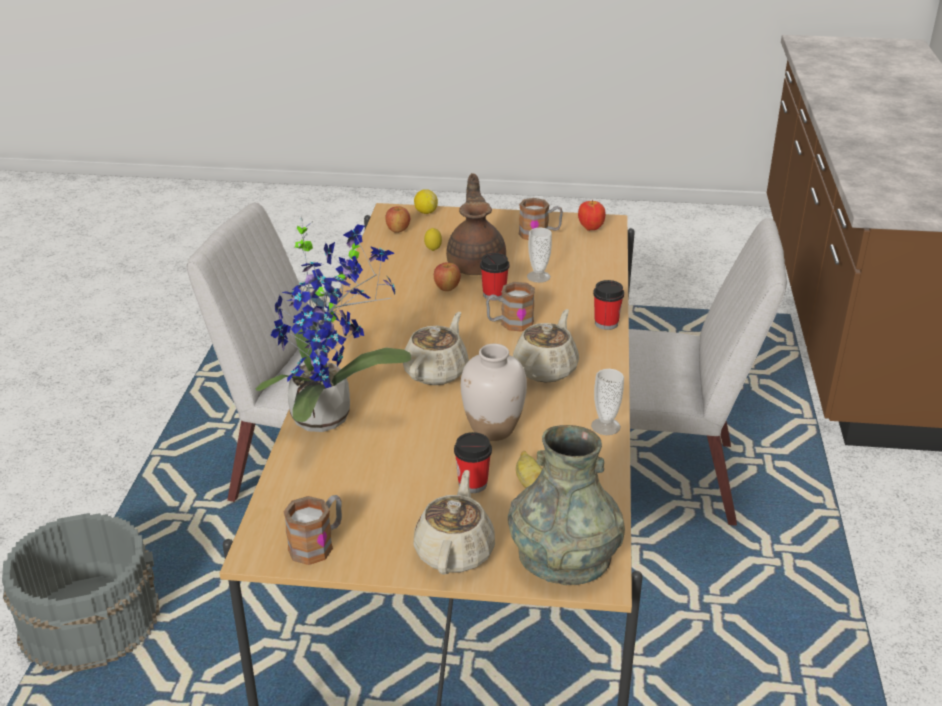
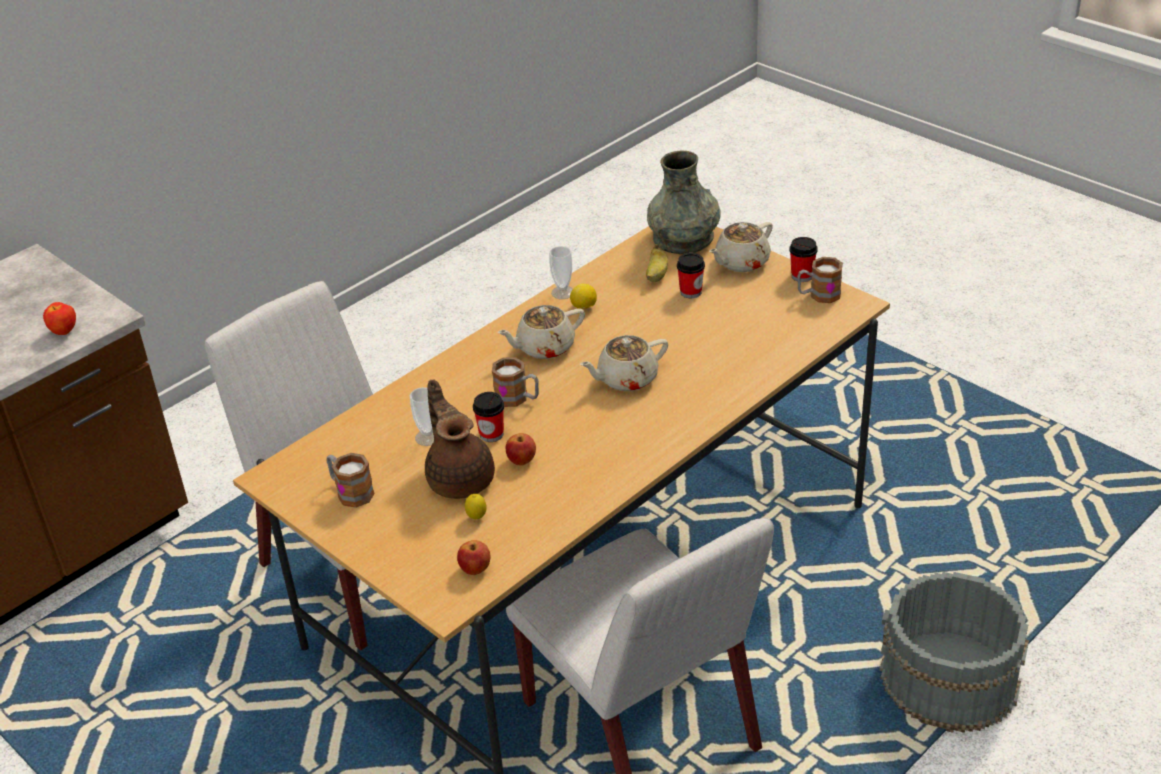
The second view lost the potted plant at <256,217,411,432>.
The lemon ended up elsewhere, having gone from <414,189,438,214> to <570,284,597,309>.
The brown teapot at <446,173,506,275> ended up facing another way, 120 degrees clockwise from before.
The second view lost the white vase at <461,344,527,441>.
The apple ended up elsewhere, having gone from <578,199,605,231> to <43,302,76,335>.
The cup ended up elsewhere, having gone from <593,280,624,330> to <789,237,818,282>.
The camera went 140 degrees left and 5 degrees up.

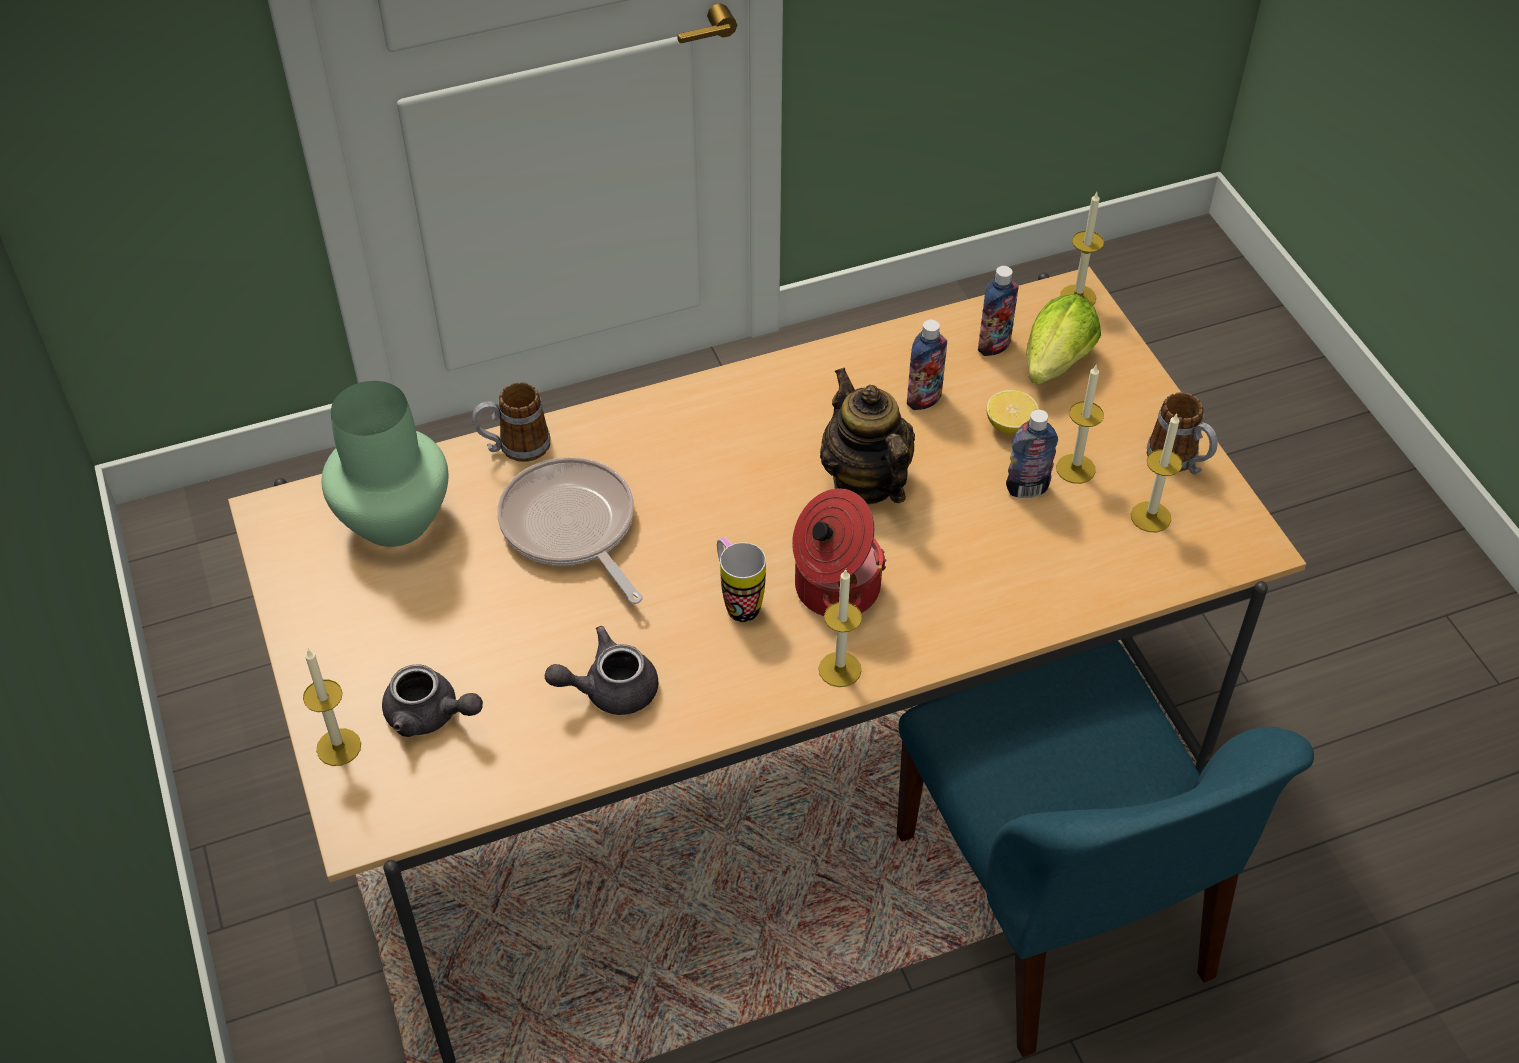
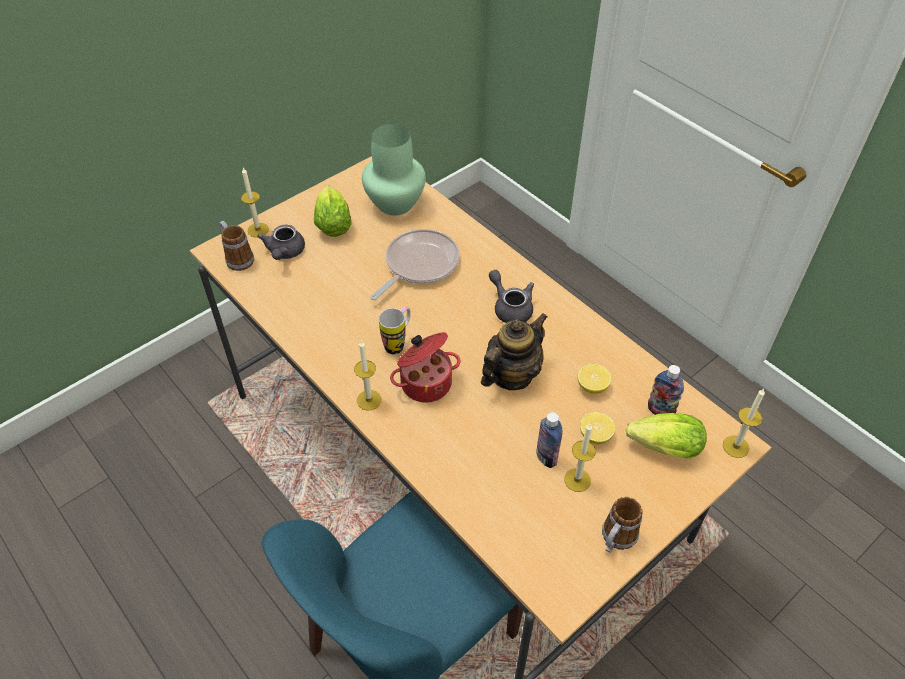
The mug ended up elsewhere, having gone from <472,382,551,462> to <219,221,254,271>.
The grey teapot ended up elsewhere, having gone from <545,626,658,715> to <489,270,534,323>.
Where the bottle stood at <907,320,947,410>, the lemon came to stand at <577,364,611,394>.
The second view lost the candle at <1131,413,1182,532>.
The second view gained the lettuce at <314,186,352,237>.
The camera went 70 degrees right and 0 degrees up.

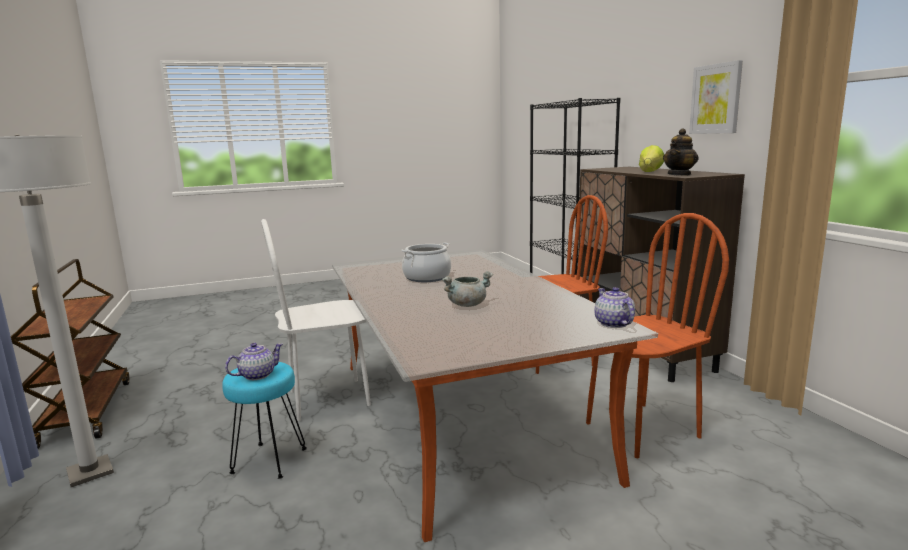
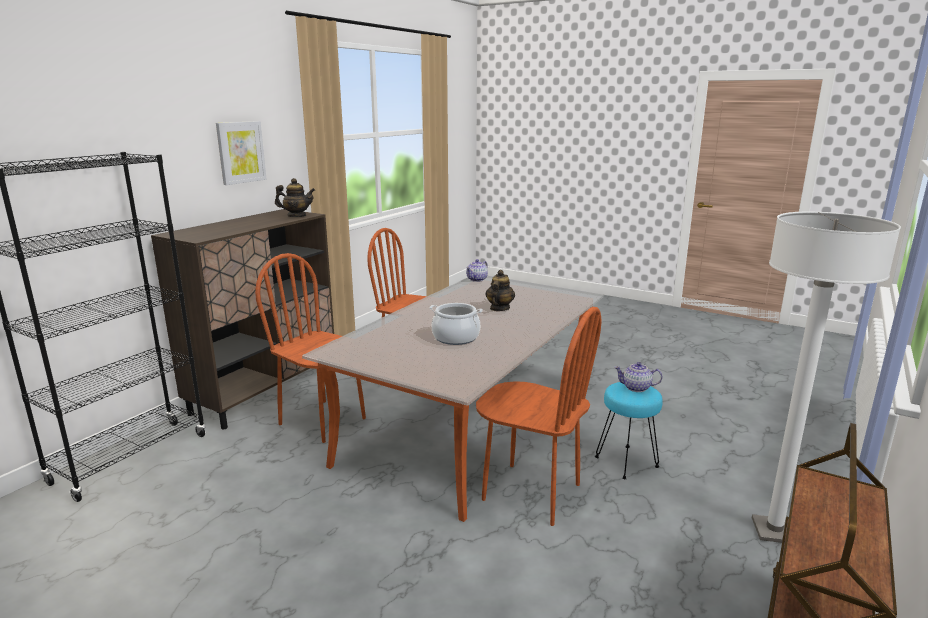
What was the white chair at <261,219,371,421> turned into the brown chair at <476,307,601,526>.
Where the grey cooking pot stood at <442,271,493,307>, the teapot came to stand at <486,270,515,311>.
The second view lost the lettuce at <639,145,664,172>.
The camera went 130 degrees left and 5 degrees up.

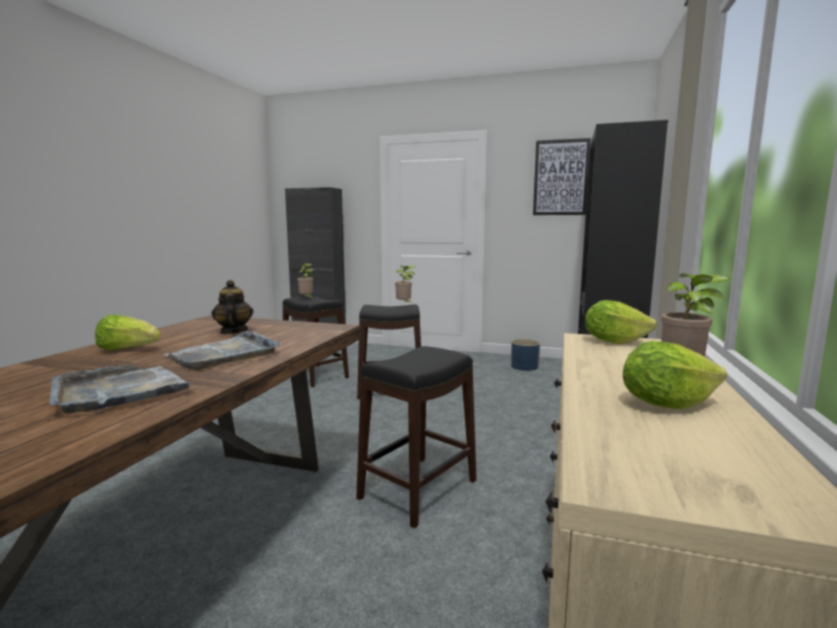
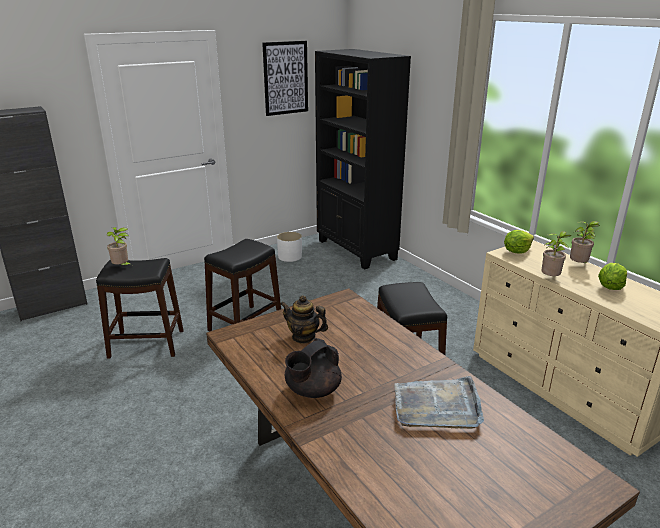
Where the lettuce stood at <95,315,161,350>, the black teapot came to stand at <285,338,342,398>.
The second view lost the grey tray at <164,331,280,370>.
The potted plant ended up elsewhere, having gone from <395,266,415,303> to <542,231,572,276>.
What was the blue planter at <511,339,540,371> turned into the white planter at <277,232,302,262>.
The camera went 50 degrees left and 15 degrees up.

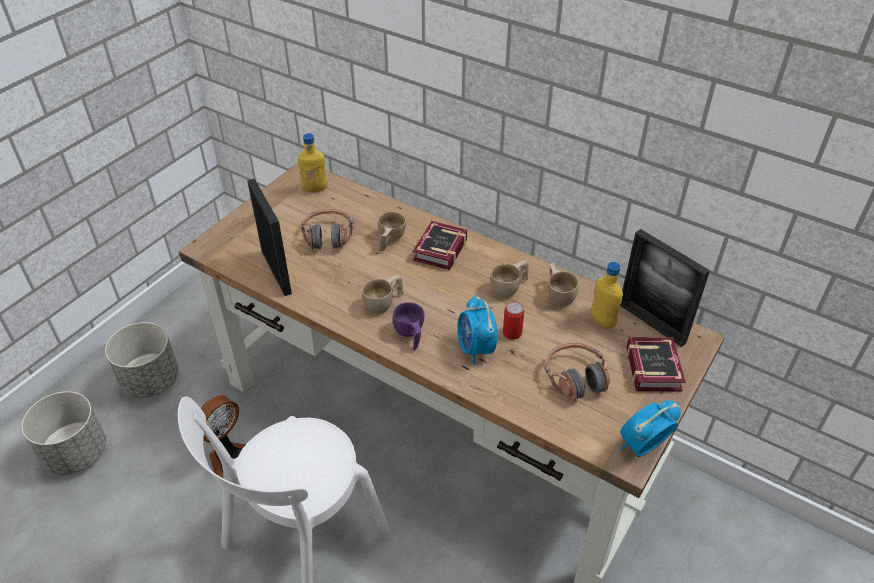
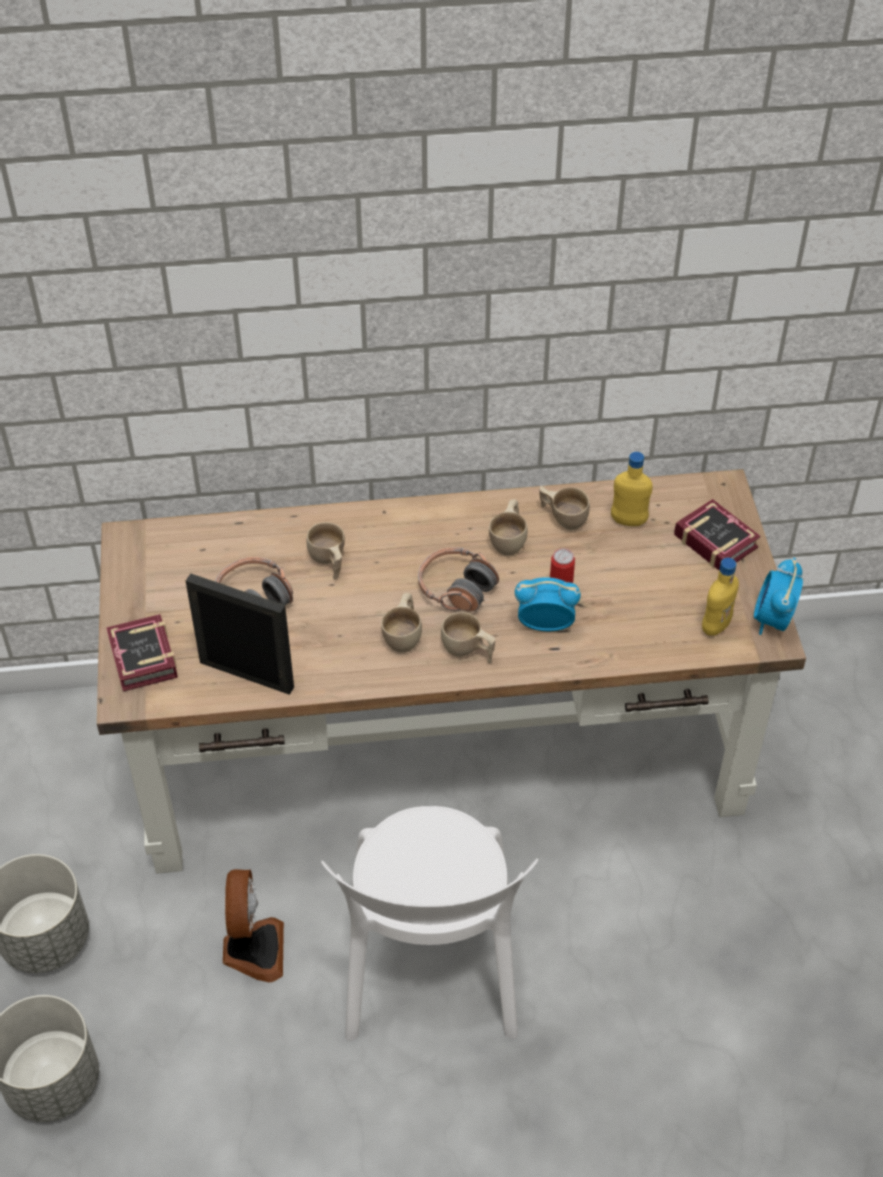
The yellow bottle ended up elsewhere, having gone from <298,133,328,192> to <702,558,739,636>.
What was the purple cup at <393,302,424,350> turned into the beige cup at <441,612,495,663>.
The book ended up elsewhere, having gone from <413,221,467,270> to <107,614,178,692>.
The alarm clock at <457,295,497,364> ended up facing another way, 150 degrees clockwise from before.
The headphones ended up elsewhere, having gone from <545,342,610,401> to <418,547,499,612>.
The second view lost the picture frame at <620,229,710,347>.
The camera went 40 degrees left and 5 degrees up.

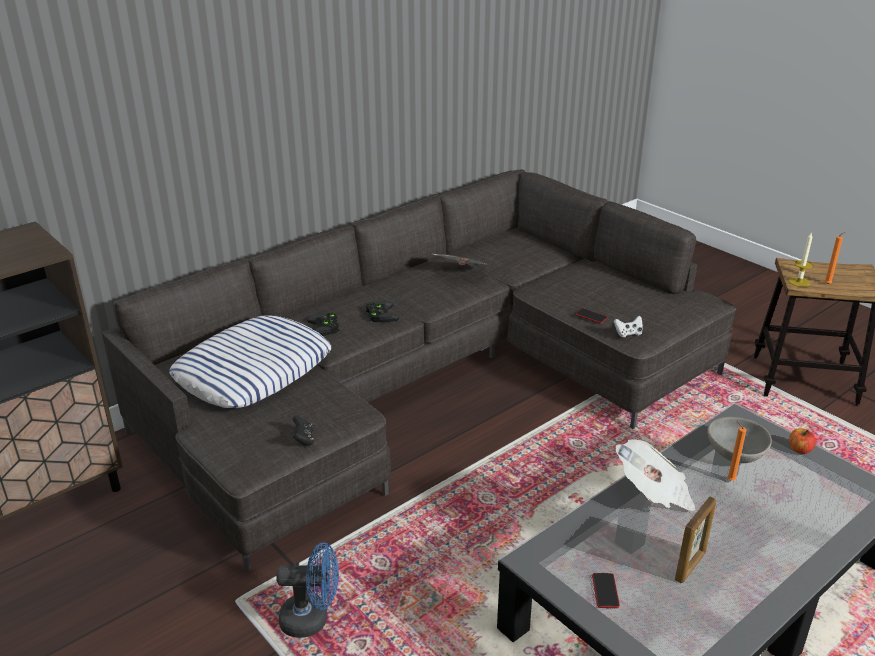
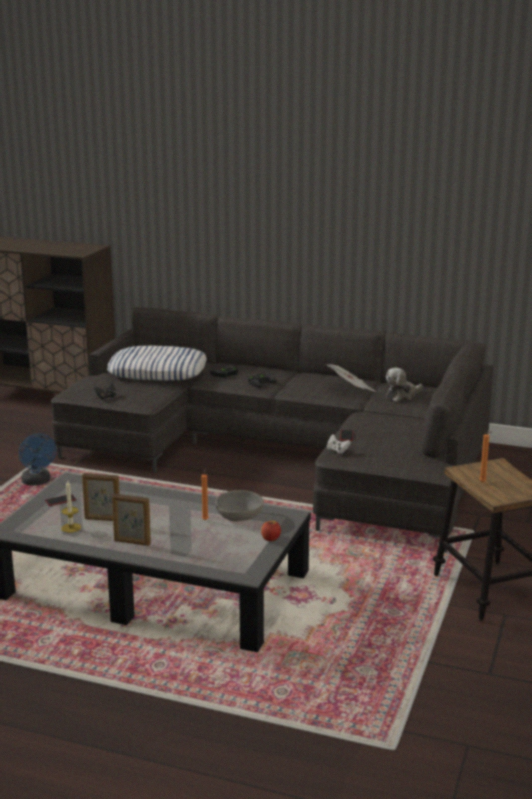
The second view lost the newspaper at <615,439,696,511>.
The candle ended up elsewhere, having gone from <789,233,813,287> to <61,479,81,533>.
The second view gained the picture frame at <112,493,151,546>.
The second view gained the plush toy at <386,368,423,402>.
The camera went 60 degrees right and 10 degrees down.

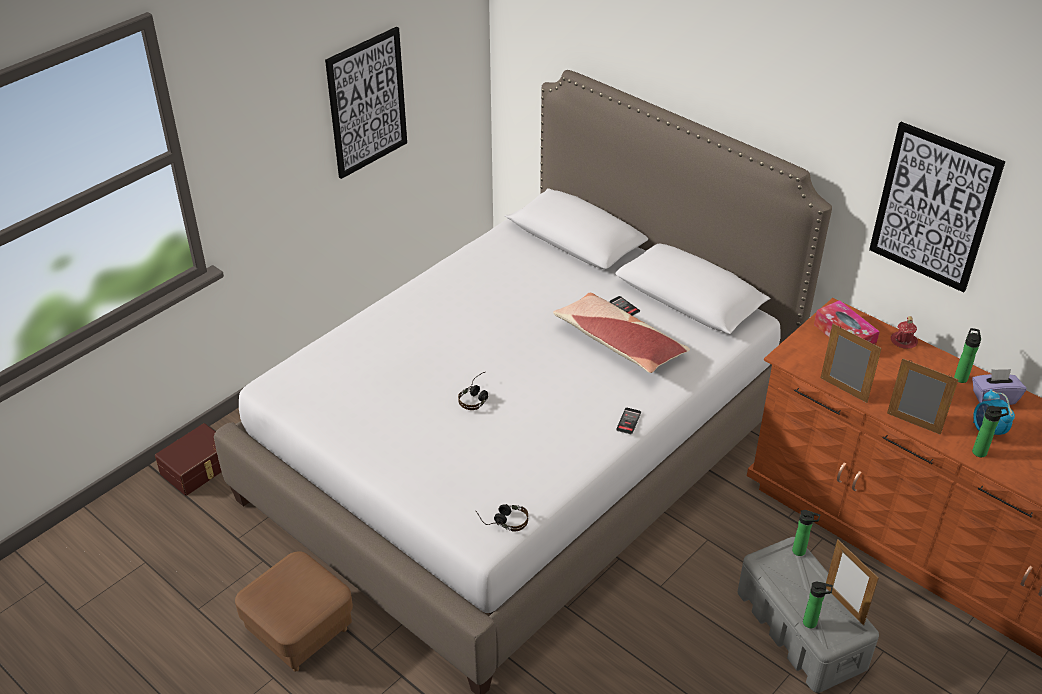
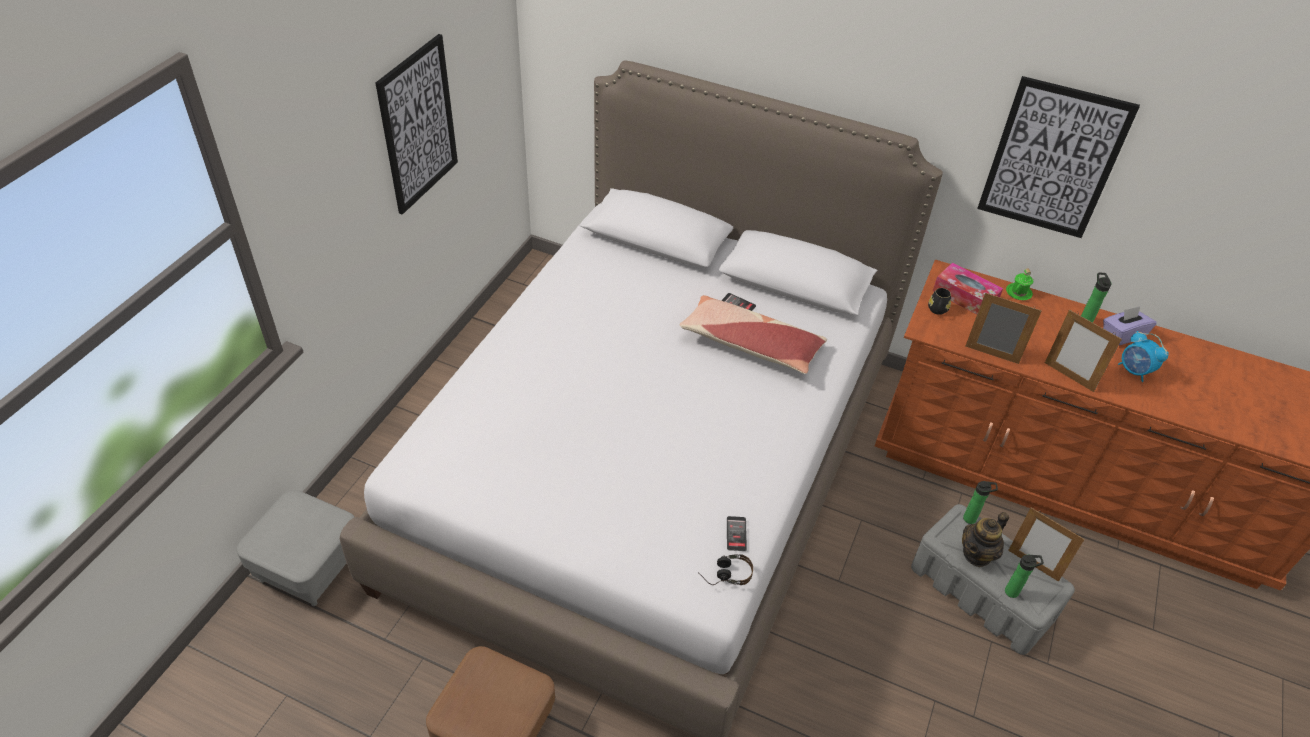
Where the brown storage box stood at <155,423,222,496>, the grey ottoman came to stand at <237,490,354,606>.
The second view lost the headphones at <458,372,488,410>.
The phone ended up elsewhere, having gone from <616,408,641,434> to <727,516,747,551>.
The picture frame at <887,358,959,435> ended up facing another way, 150 degrees counterclockwise from before.
What was the red mug at <890,316,918,349> turned into the green mug at <1006,268,1033,300>.
The second view lost the bottle at <972,406,1009,457>.
The second view gained the black mug at <928,288,951,315>.
The second view gained the teapot at <962,512,1009,567>.
The camera went 20 degrees left and 5 degrees up.

